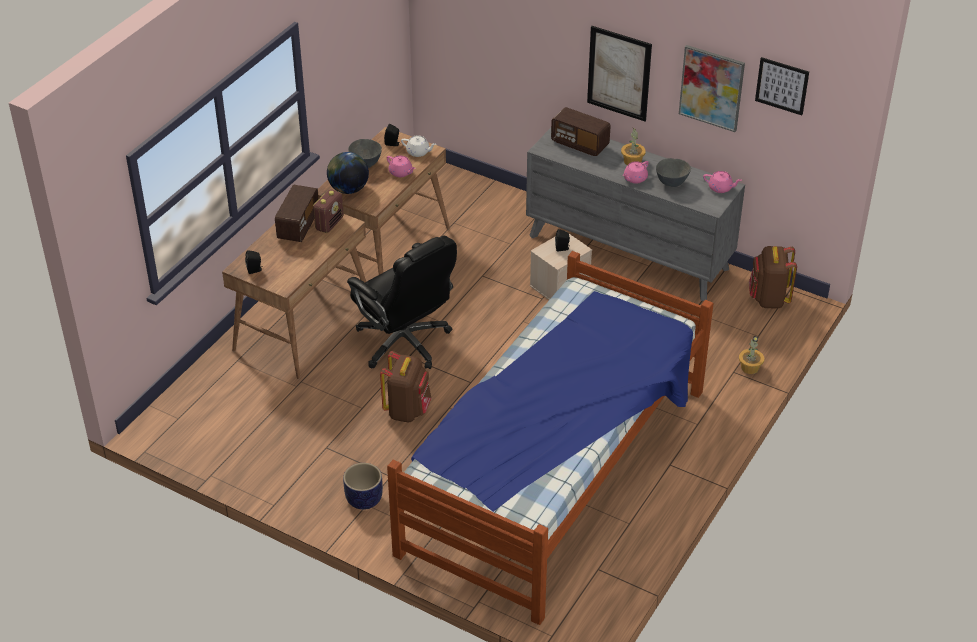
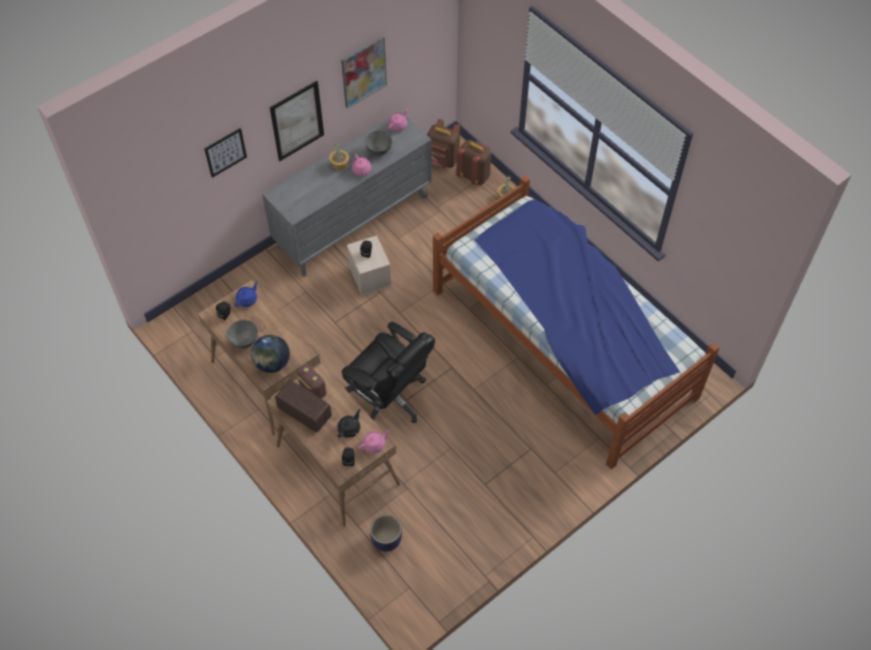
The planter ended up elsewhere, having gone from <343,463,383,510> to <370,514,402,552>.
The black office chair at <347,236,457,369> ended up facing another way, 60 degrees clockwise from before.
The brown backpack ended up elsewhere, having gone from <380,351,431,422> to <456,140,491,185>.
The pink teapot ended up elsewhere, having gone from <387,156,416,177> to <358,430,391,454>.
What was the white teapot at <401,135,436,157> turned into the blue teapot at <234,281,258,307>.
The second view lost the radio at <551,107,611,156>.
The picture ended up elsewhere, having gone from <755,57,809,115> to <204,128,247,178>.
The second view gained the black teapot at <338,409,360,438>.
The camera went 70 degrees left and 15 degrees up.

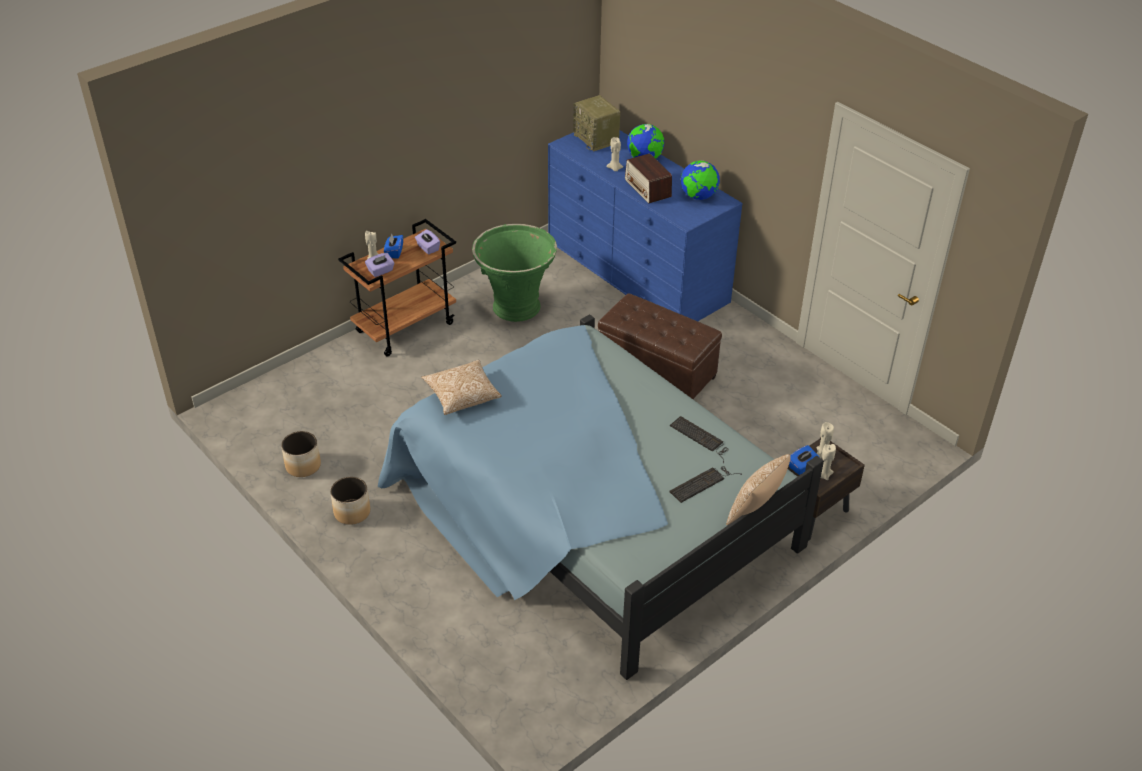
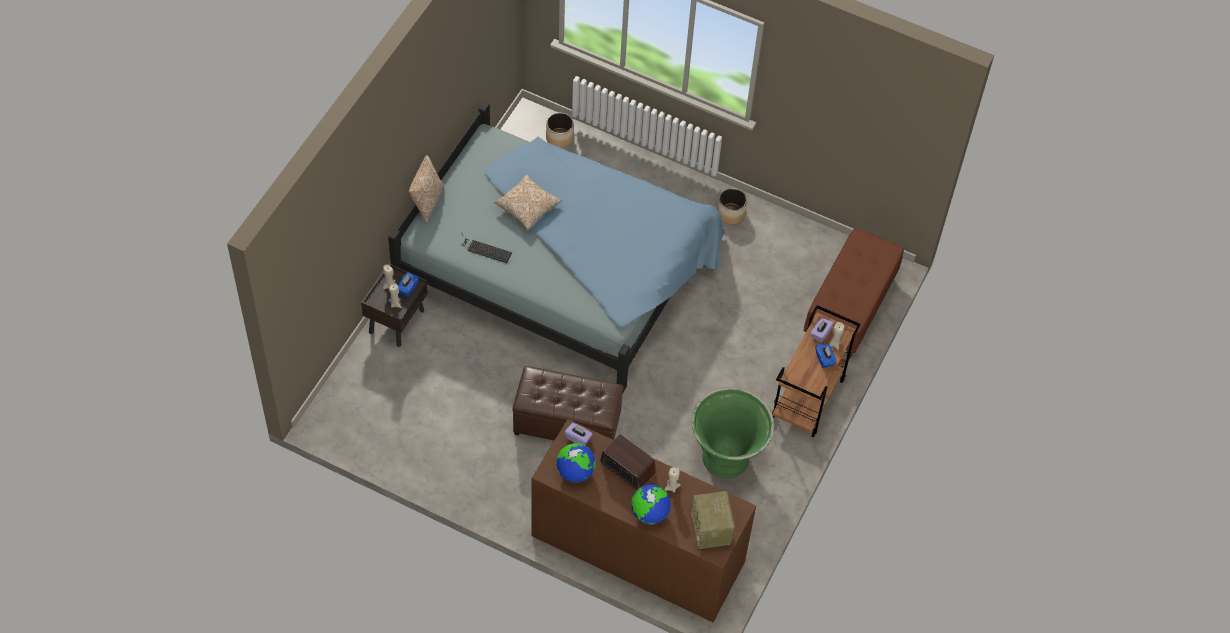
The planter ended up elsewhere, having gone from <281,431,321,477> to <546,113,574,148>.
The purple tissue box ended up elsewhere, having gone from <415,229,440,254> to <564,423,593,445>.
The pillow ended up elsewhere, having gone from <421,360,502,415> to <494,174,562,230>.
What was the blue dresser at <548,131,742,321> turned into the brown dresser at <532,419,756,622>.
The radio at <573,95,620,152> ended up facing another way, 135 degrees counterclockwise from before.
The second view lost the keyboard at <669,466,742,503>.
The second view gained the brown bench at <803,228,904,359>.
The camera went 155 degrees right and 15 degrees up.

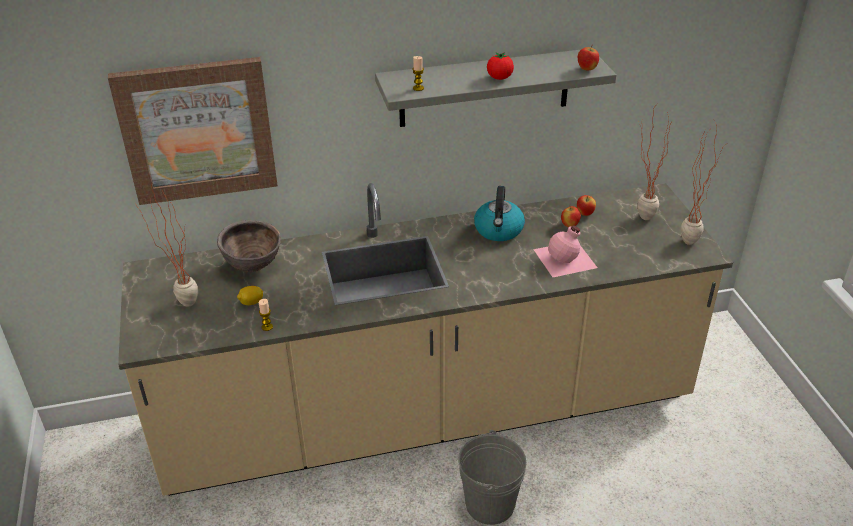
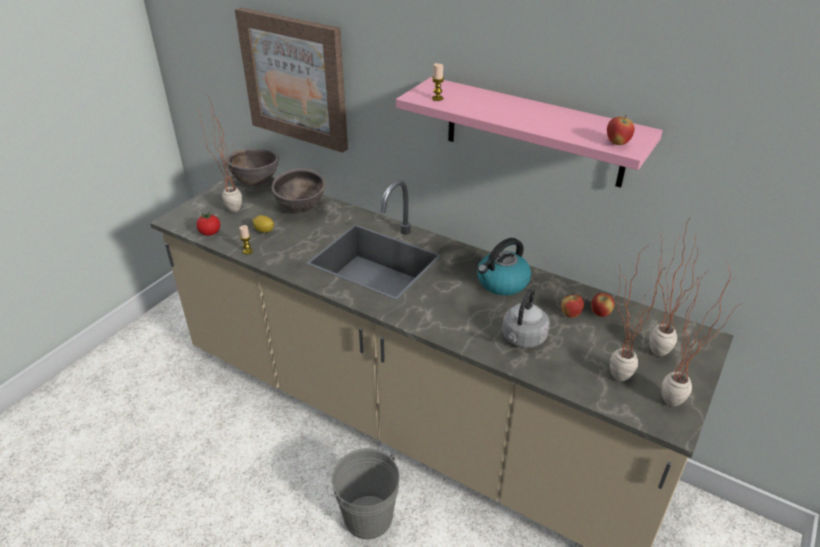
What was the grey shelf at <375,50,616,127> turned into the pink shelf at <396,77,663,188>.
The tomato ended up elsewhere, having gone from <487,52,514,80> to <196,212,220,236>.
Where the pink bottle stood at <533,225,597,277>, the grey kettle came to stand at <502,288,550,348>.
The second view gained the brown bowl at <227,149,279,187>.
The second view gained the potted plant at <610,245,665,381>.
The camera went 45 degrees right and 0 degrees up.

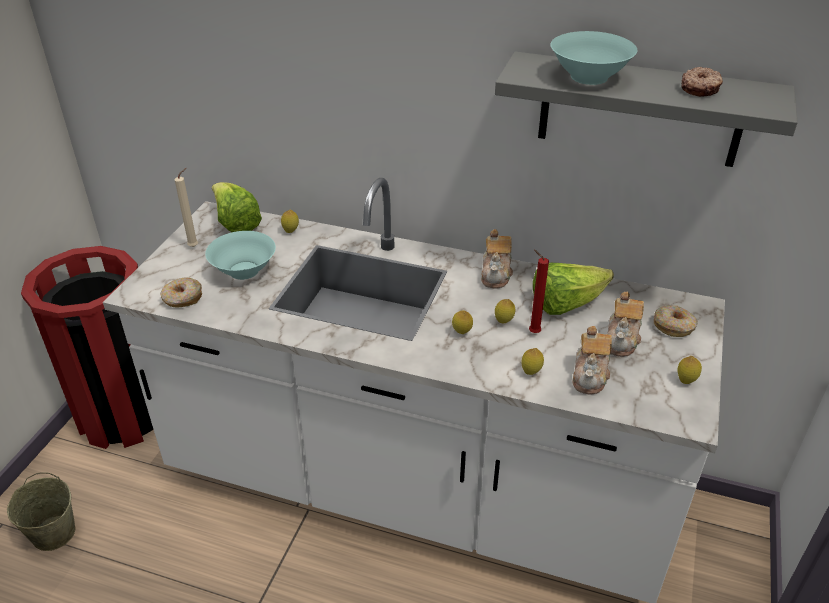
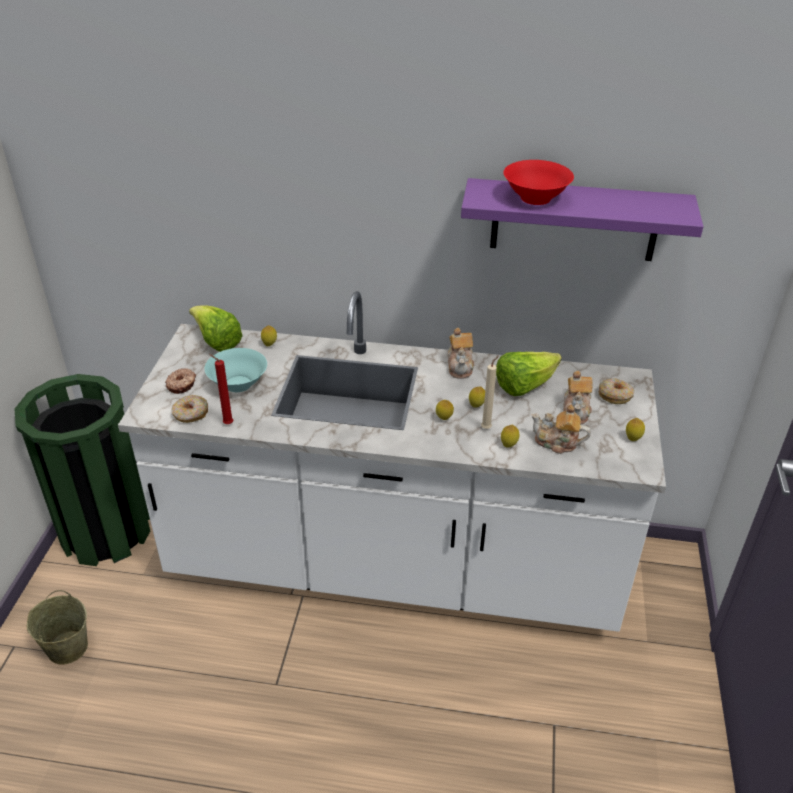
What was the red trash can at <21,246,153,449> turned into the green trash can at <15,374,150,566>.
The beige candle ended up elsewhere, having gone from <175,168,198,247> to <481,355,499,429>.
What was the grey shelf at <495,51,798,167> turned into the purple shelf at <461,178,703,261>.
The red candle ended up elsewhere, having gone from <529,250,549,333> to <209,354,233,424>.
What was the turquoise bowl at <550,31,637,85> turned into the red bowl at <503,160,574,205>.
The teapot at <572,326,612,395> ended up facing another way, 105 degrees clockwise from before.
The donut ended up elsewhere, having gone from <681,67,723,97> to <165,368,196,394>.
The camera went 10 degrees left and 0 degrees up.

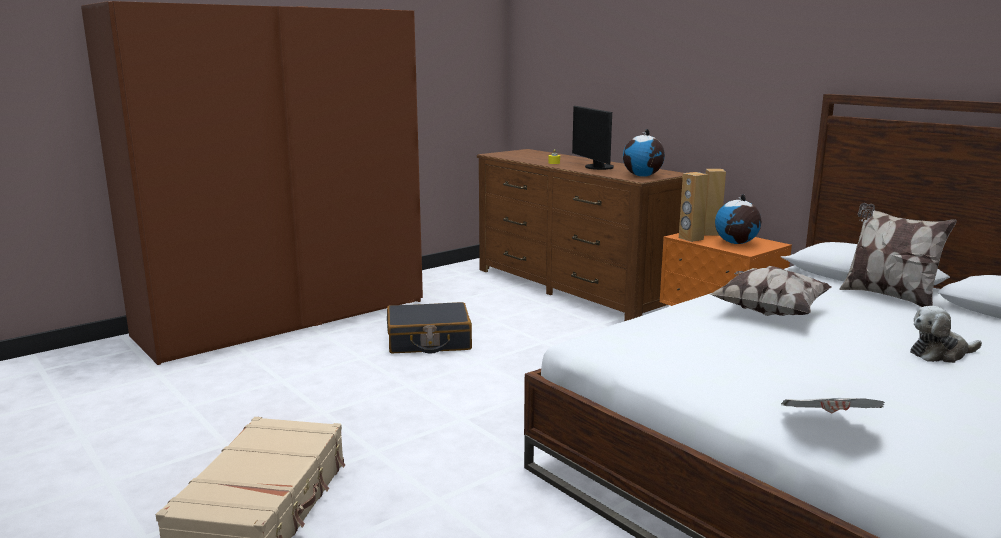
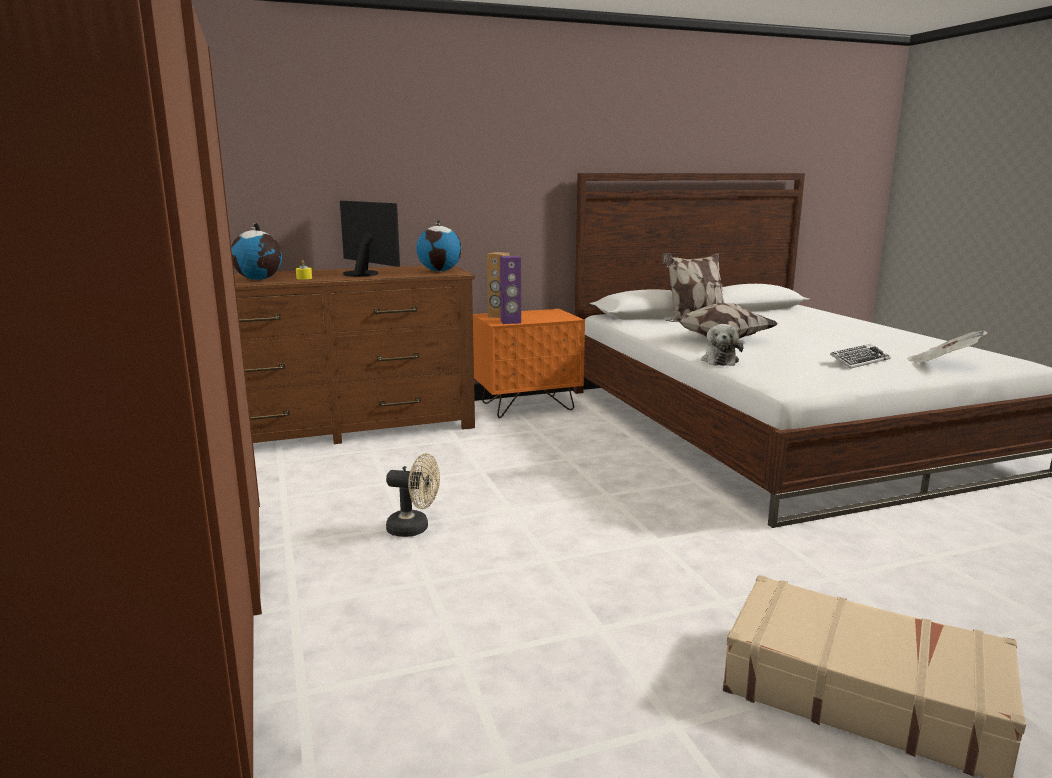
Where the black suitcase stood at <387,302,472,353>, the beige fan came to stand at <386,453,440,537>.
The monitor at <572,106,614,170> ended up facing another way, 135 degrees counterclockwise from before.
What was the brown speaker at <679,172,708,242> turned into the purple speaker at <500,256,521,324>.
The globe ended up elsewhere, having gone from <715,194,761,244> to <231,223,282,280>.
The plush toy ended up elsewhere, having gone from <910,306,982,363> to <701,324,743,366>.
The second view gained the keyboard at <830,344,891,369>.
The camera went 70 degrees left and 0 degrees up.

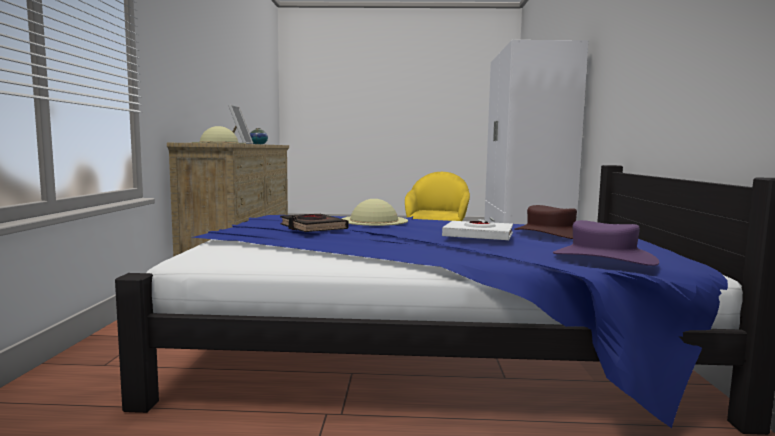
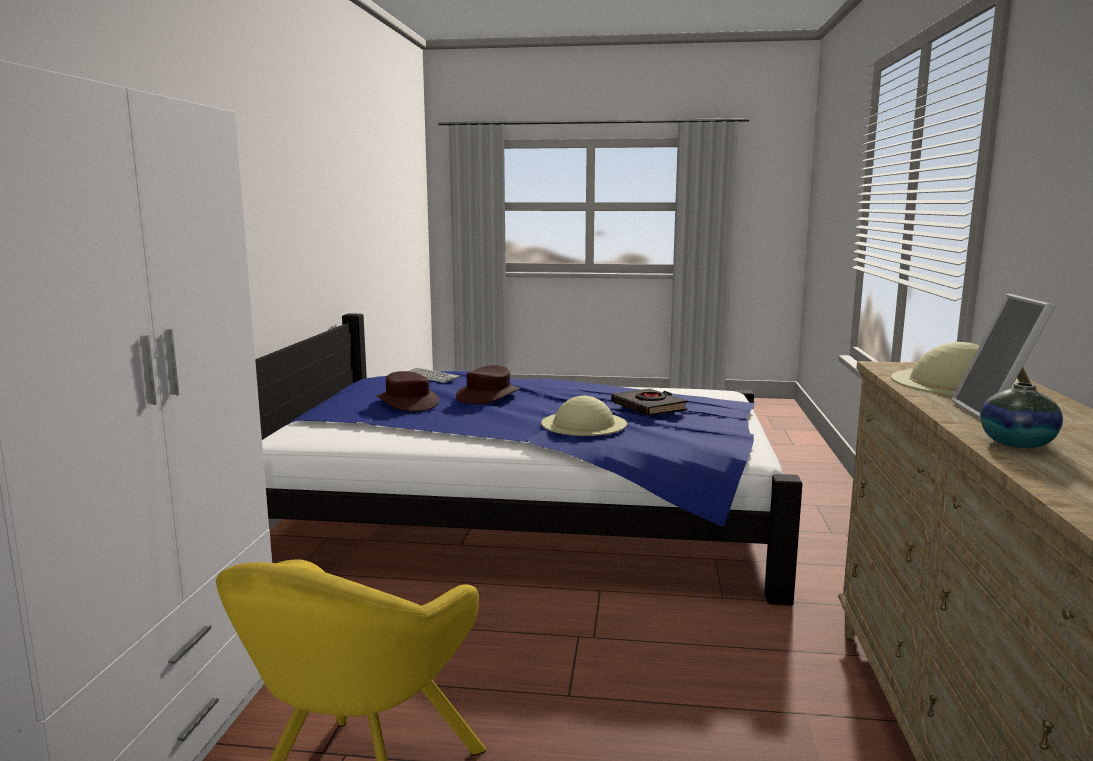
Where the white book stood at <442,219,513,240>, the brown hat came to stand at <456,365,520,404>.
Where the purple hat stood at <553,220,659,266>, the keyboard came to stand at <409,368,460,383>.
The camera went 175 degrees left and 5 degrees up.

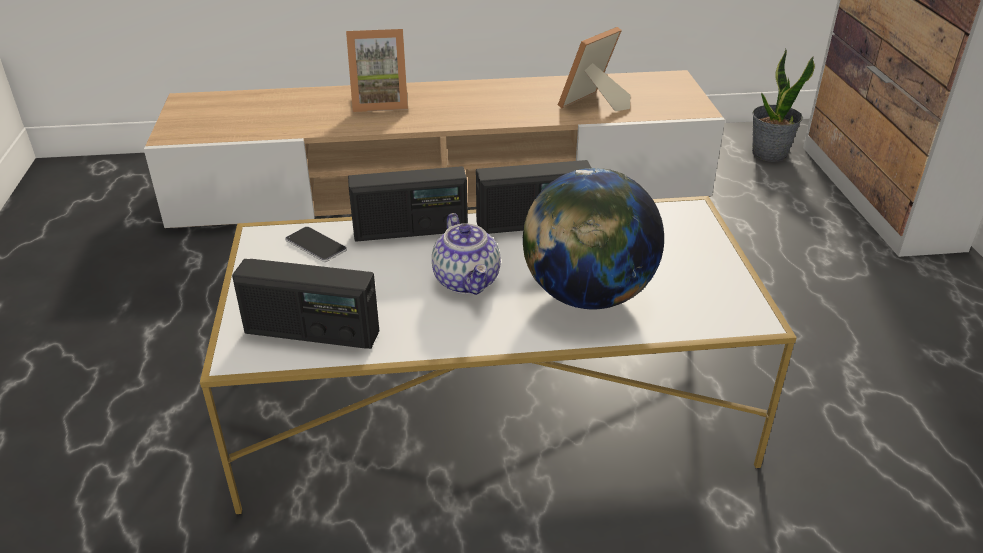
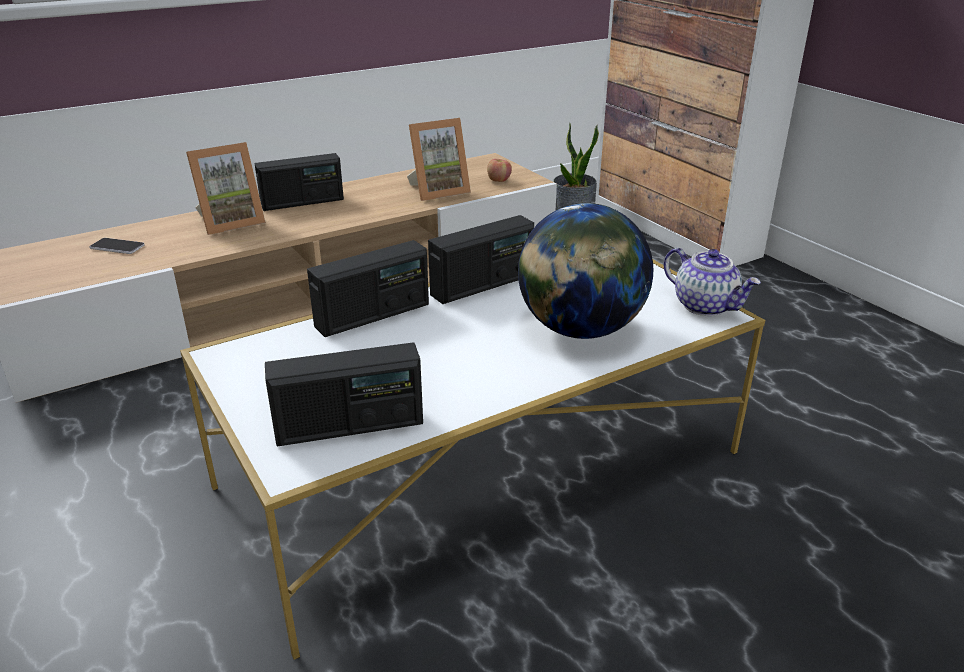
The phone ended up elsewhere, having gone from <285,227,347,262> to <89,238,145,254>.
The teapot ended up elsewhere, having gone from <432,213,501,295> to <664,248,761,316>.
The picture frame at <558,27,631,111> ended up facing another way, 135 degrees counterclockwise from before.
The second view gained the radio at <255,153,344,211>.
The second view gained the apple at <487,159,512,182>.
The camera went 25 degrees left and 5 degrees down.

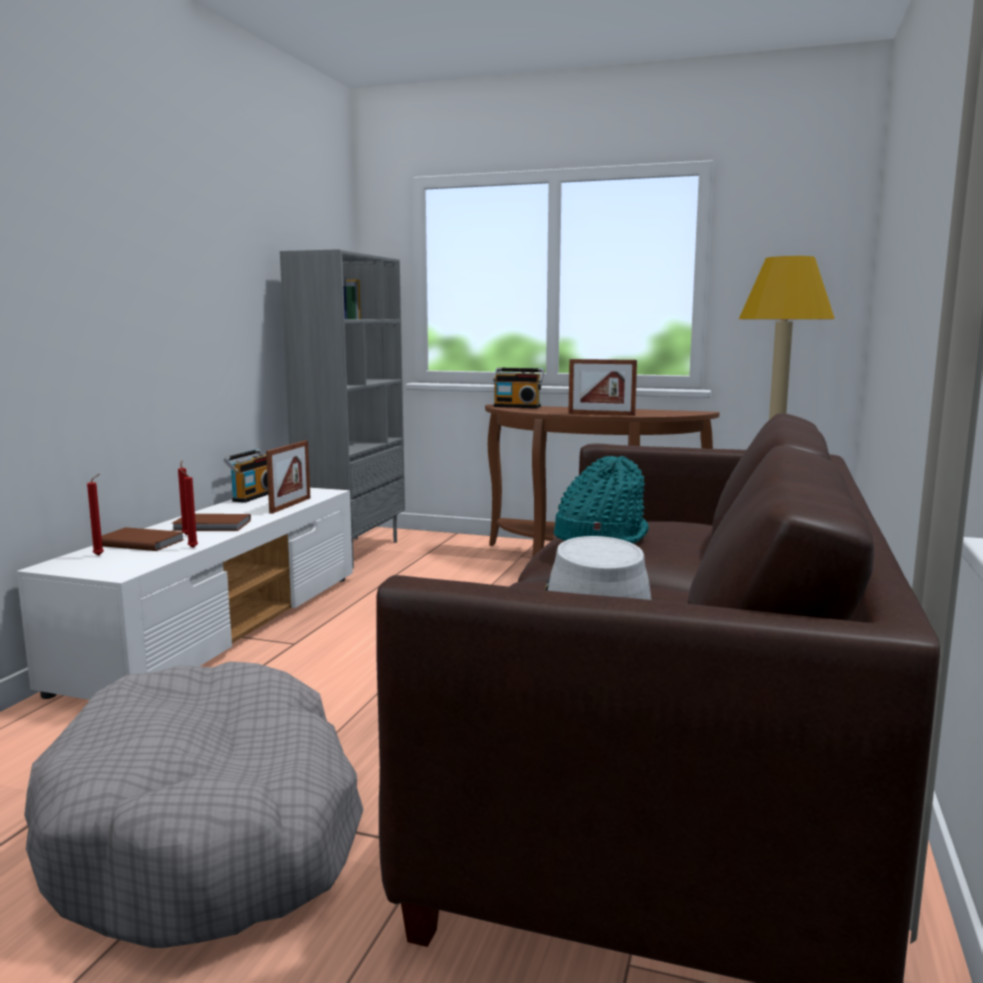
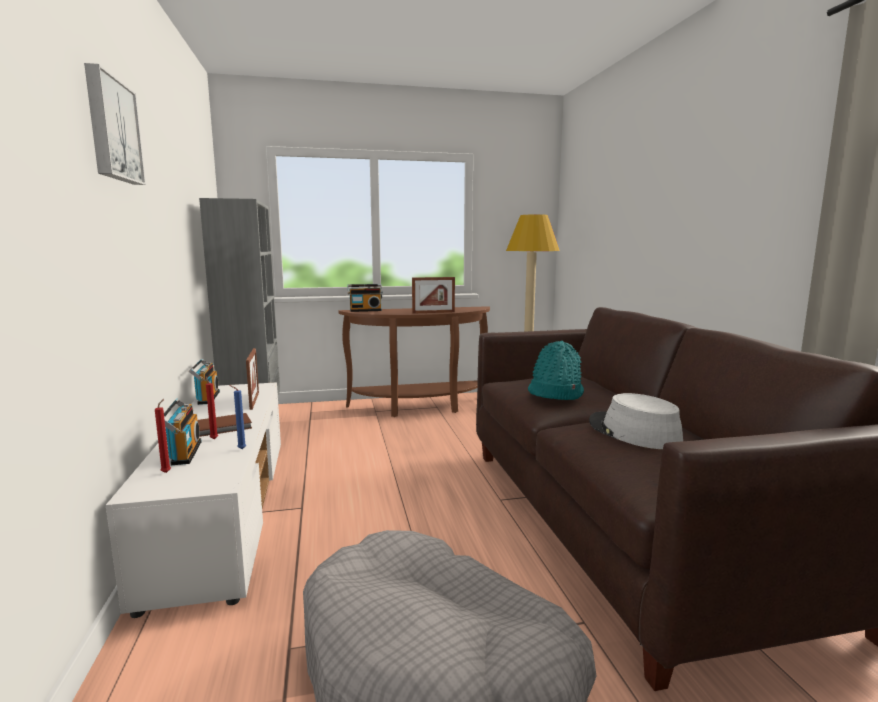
Where the brown book stood at <101,527,184,551>, the radio came to stand at <164,399,202,465>.
What was the red candle at <180,469,198,548> turned into the blue candle at <229,385,246,449>.
The second view gained the picture at <84,63,146,185>.
The camera went 30 degrees left and 0 degrees up.

